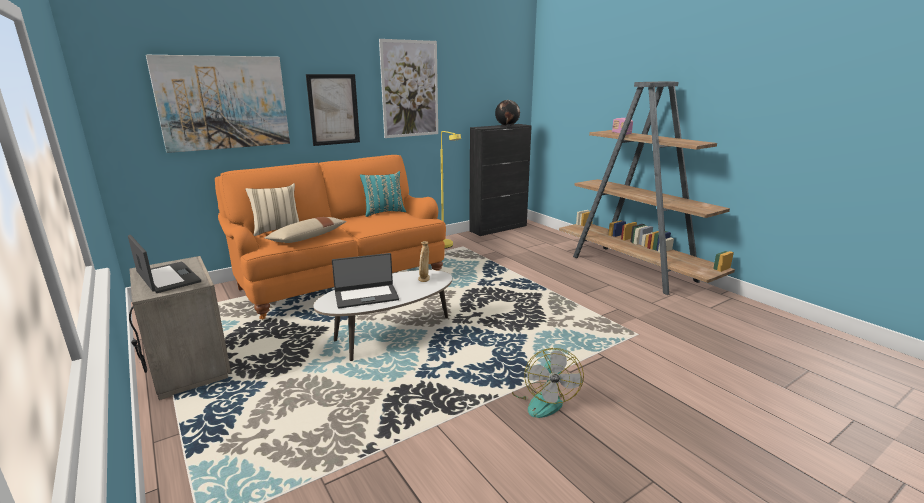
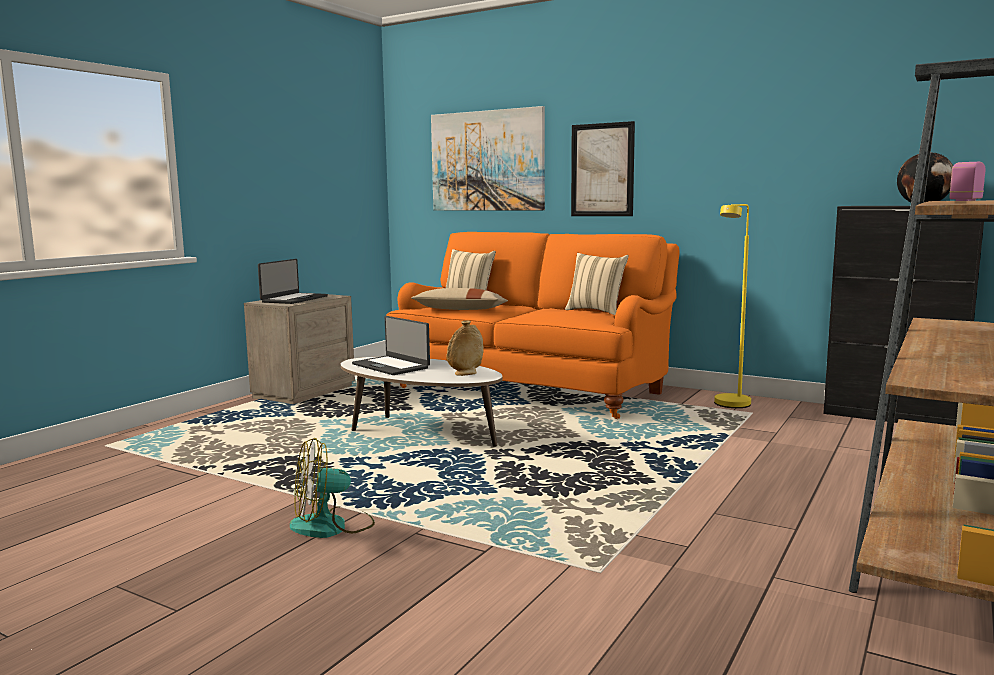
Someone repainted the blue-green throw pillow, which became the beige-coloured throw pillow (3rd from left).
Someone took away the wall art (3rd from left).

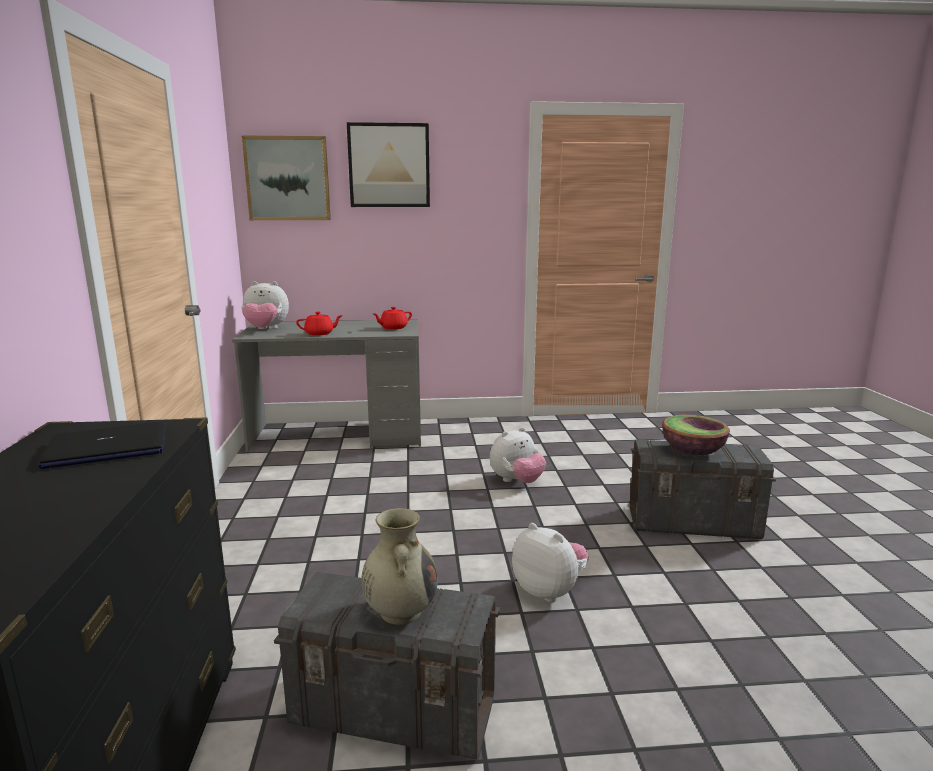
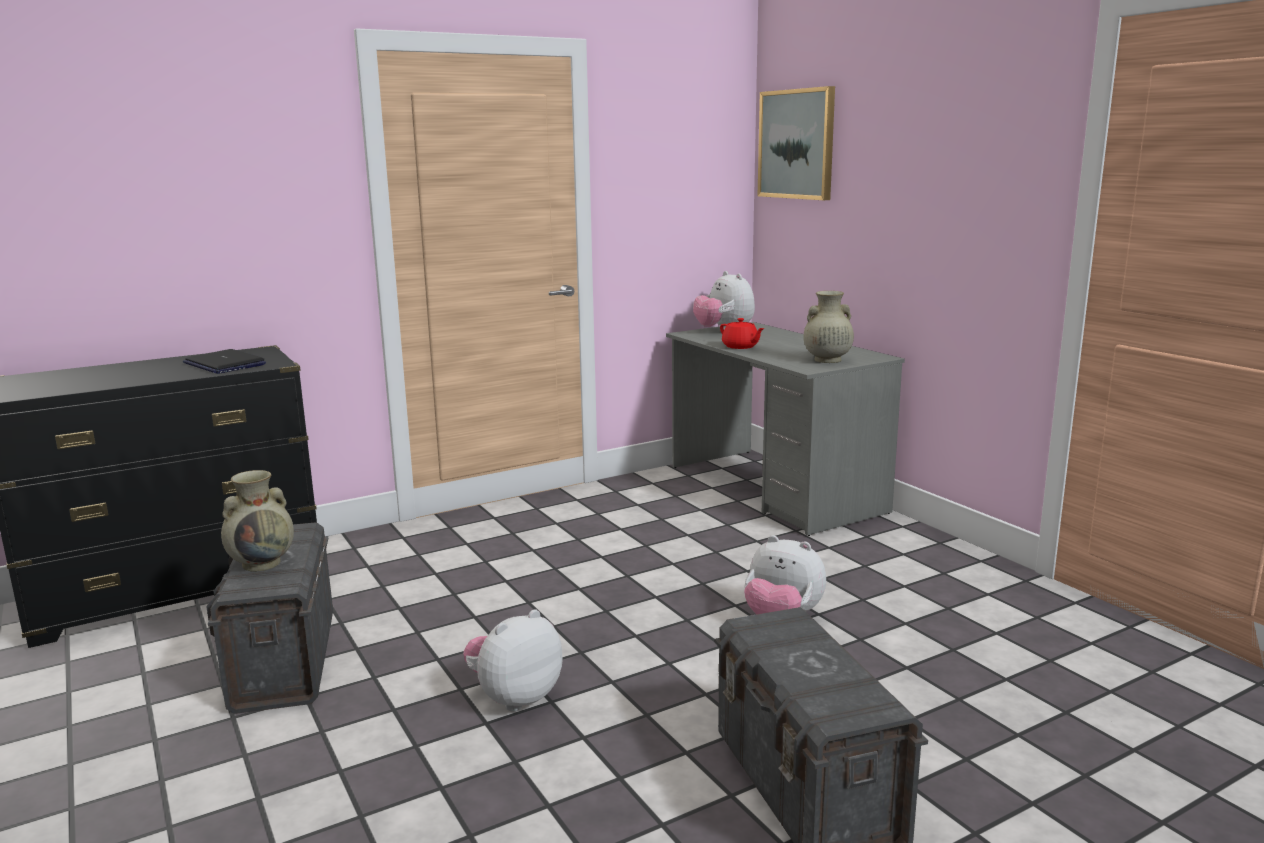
Someone took away the wall art (2nd from left).
Someone swapped the red pot for tea (2nd from left) for the beige-coloured decorative vase (2nd from left).
Someone rotated the soft toy (3rd from left in the first image) by 150 degrees counterclockwise.
Someone took away the serving bowl.

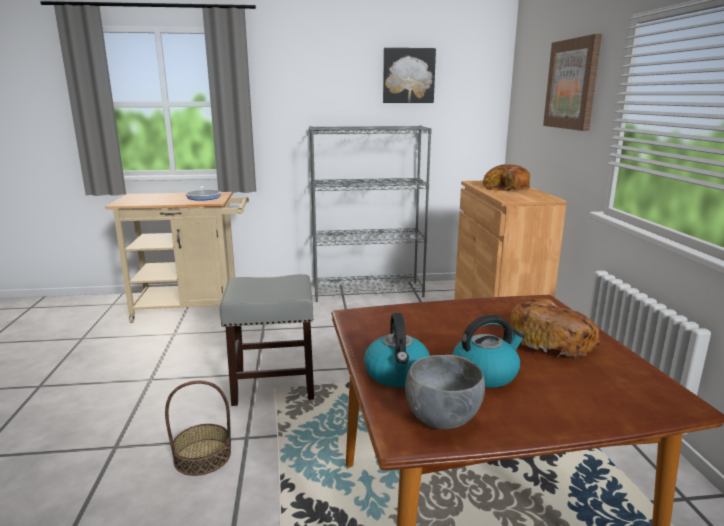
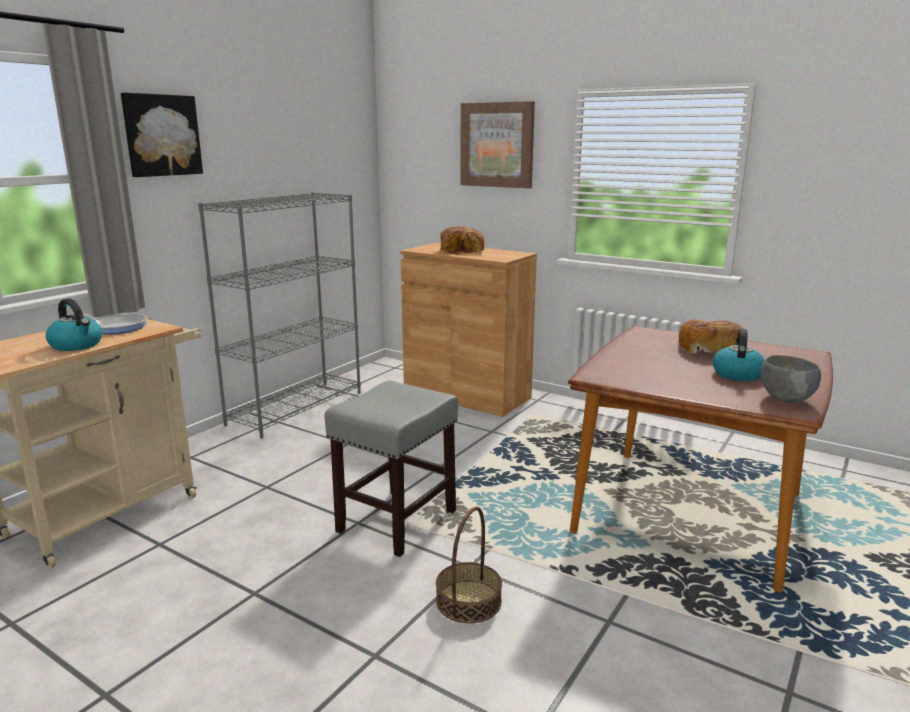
Someone carried the kettle (1st from left).
Someone carried the wall art (1st from left).

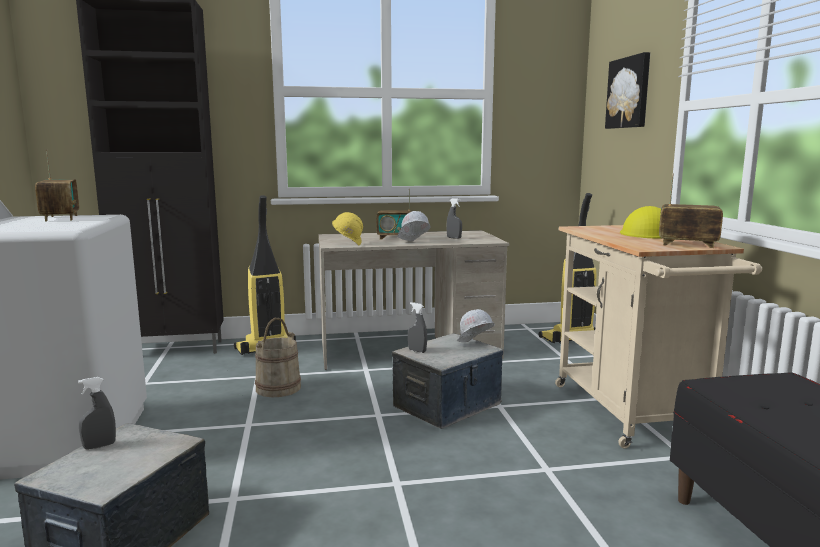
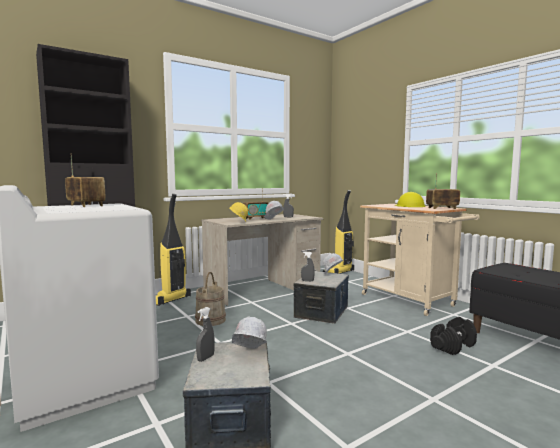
Someone took away the wall art.
Someone put down the whitish work helmet (1st from left).
Someone put down the blackish hand weight.

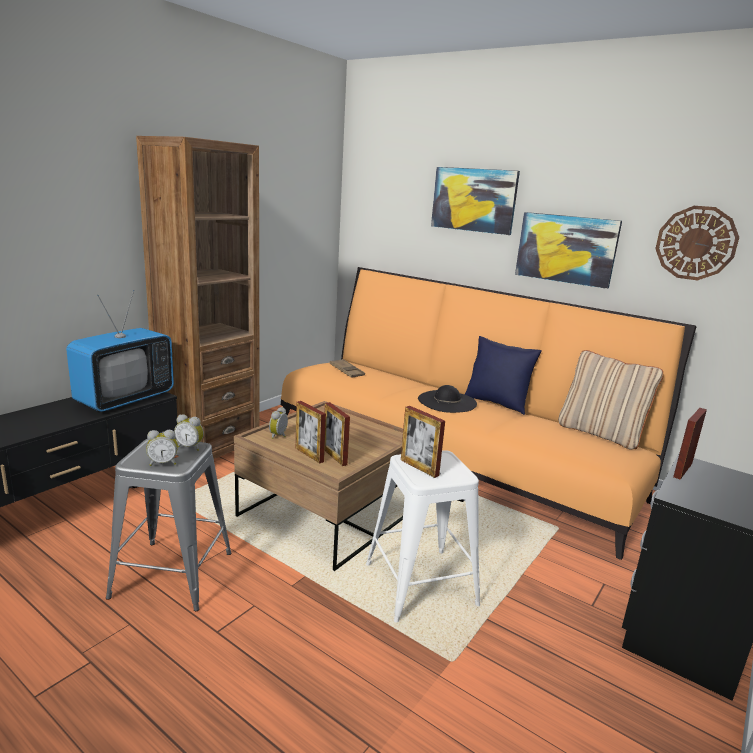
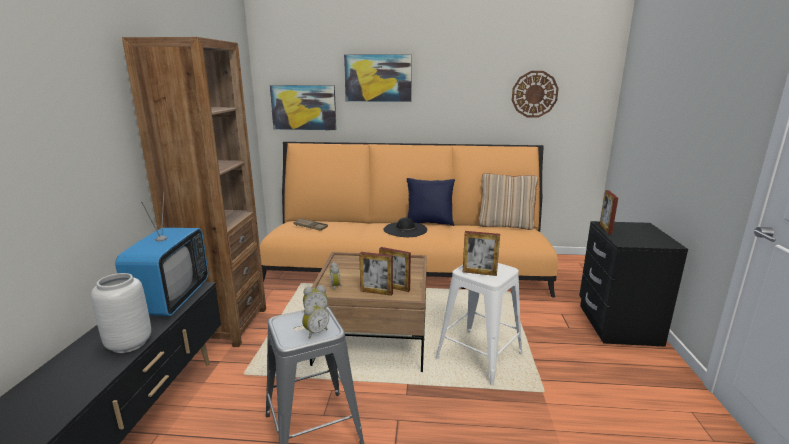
Someone carried the wall art (2nd from left in the first image).
Someone put down the gray decorative vase.

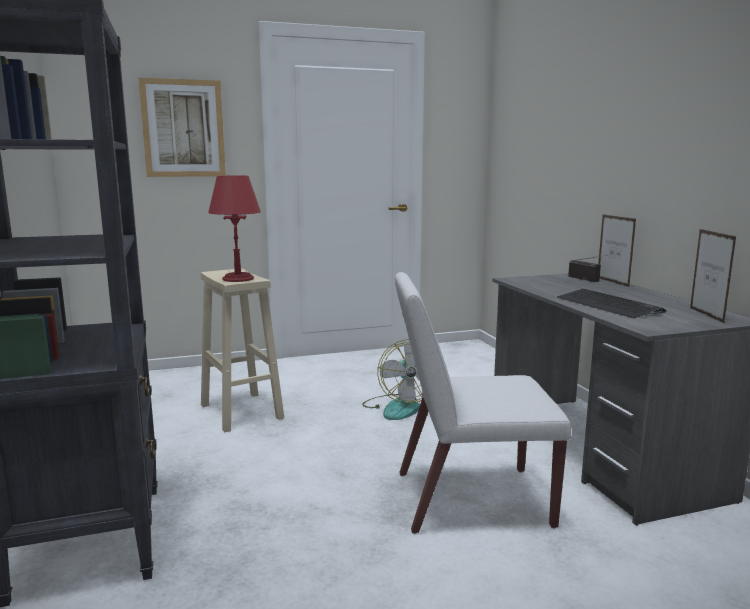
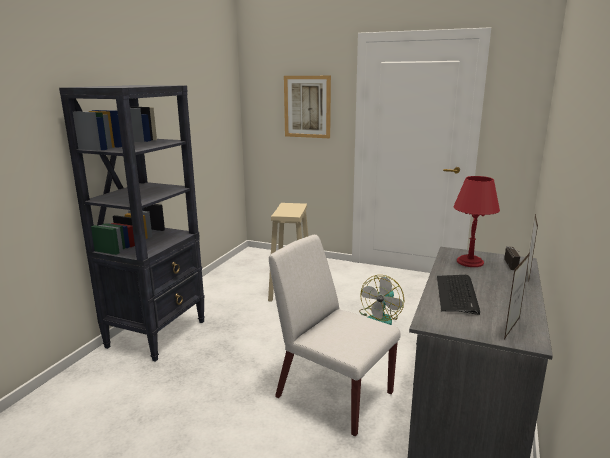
Someone carried the red table lamp.

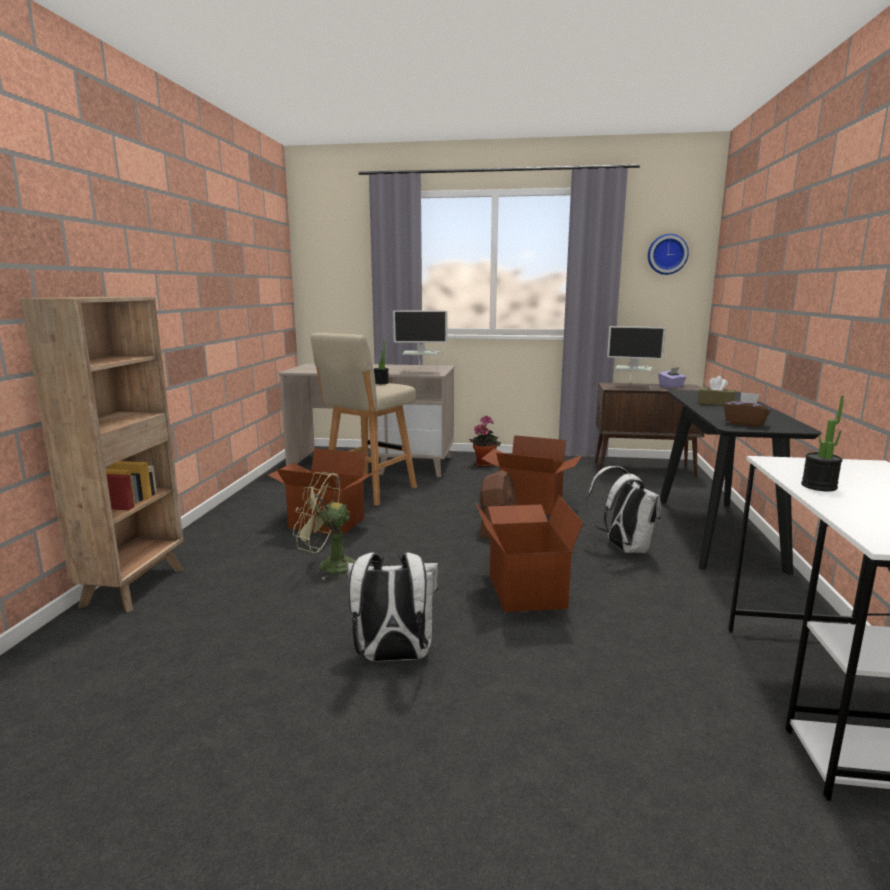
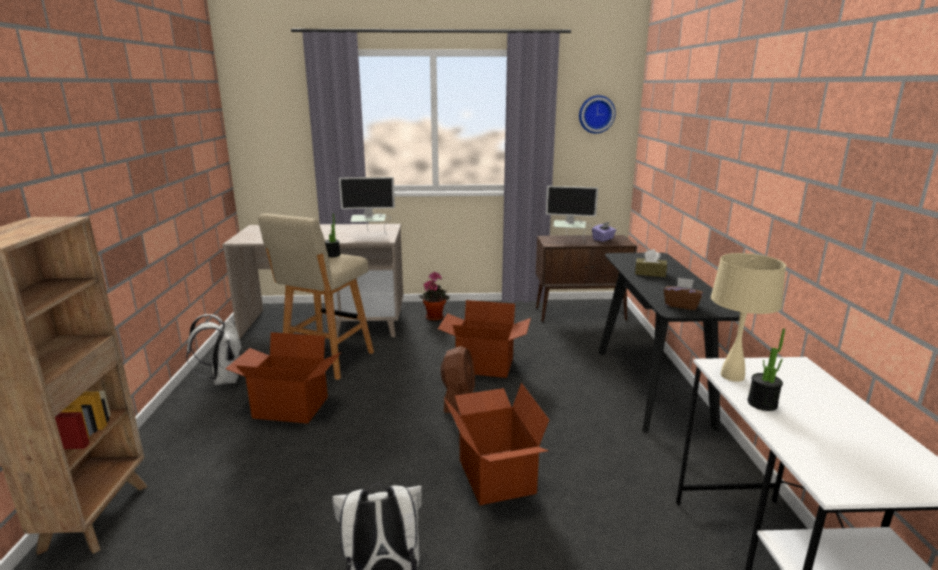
Someone took away the greenish cooling fan.
Someone carried the whitish rucksack (2nd from left in the first image).
Someone put down the beige-coloured table lamp.

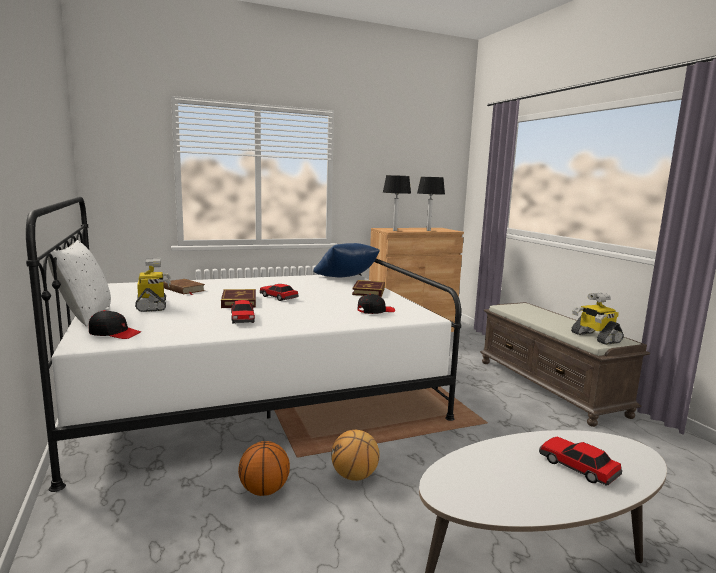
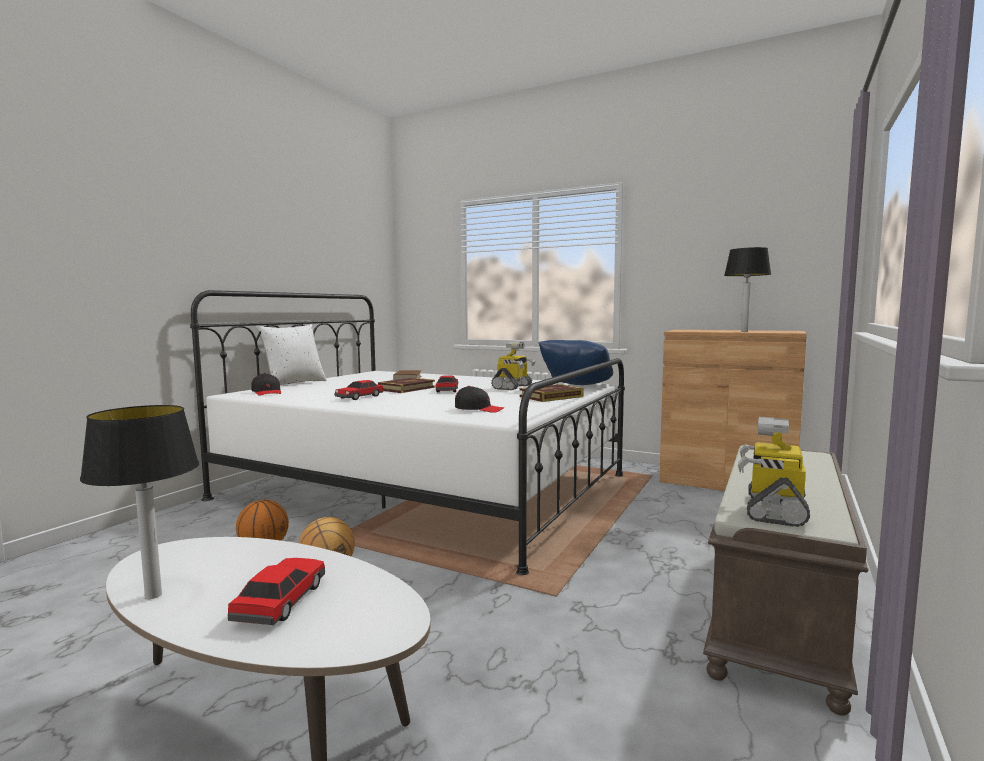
Someone carried the robot figure (1st from left).
Someone carried the table lamp (1st from left).

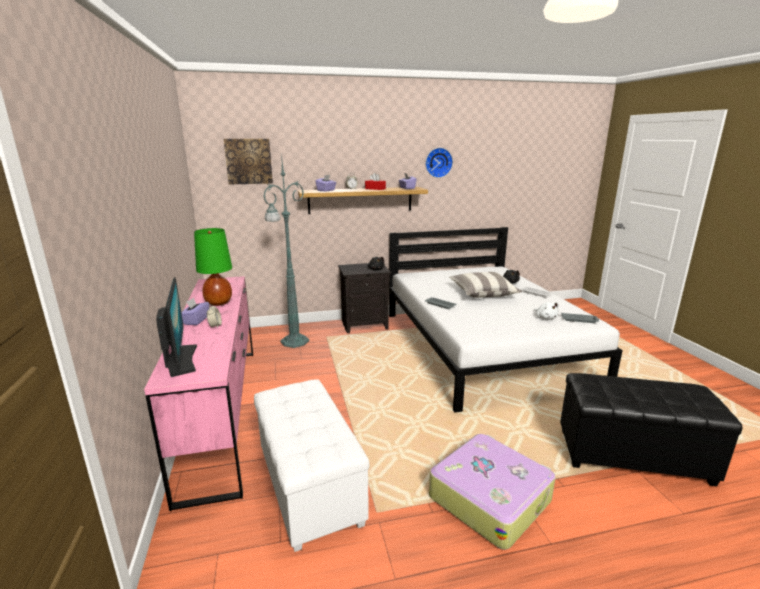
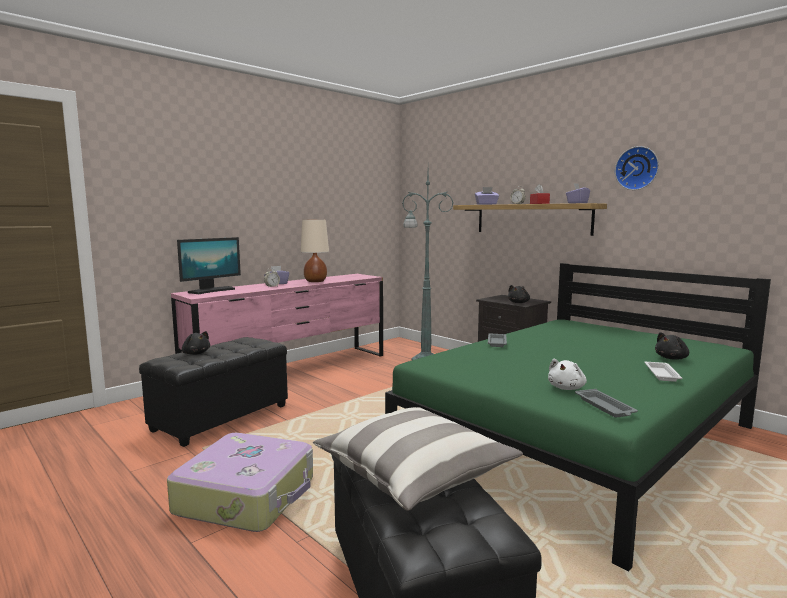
Someone repainted the greenish table lamp, which became the beige-coloured table lamp.
Someone took away the wall art.
Someone repainted the whitish pouffe, which became the blackish pouffe (1st from left).
Someone repainted the whitish sleeping bed, which became the greenish sleeping bed.
Someone carried the throw pillow.
Someone put down the blackish soft toy (1st from left).

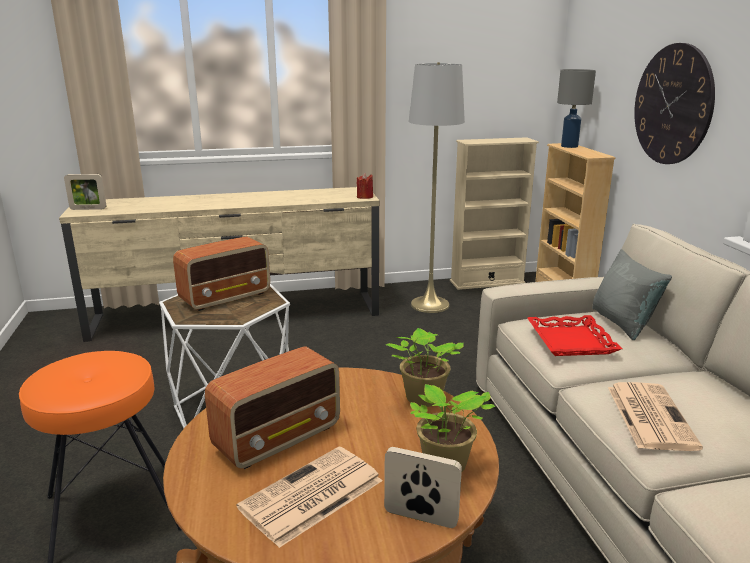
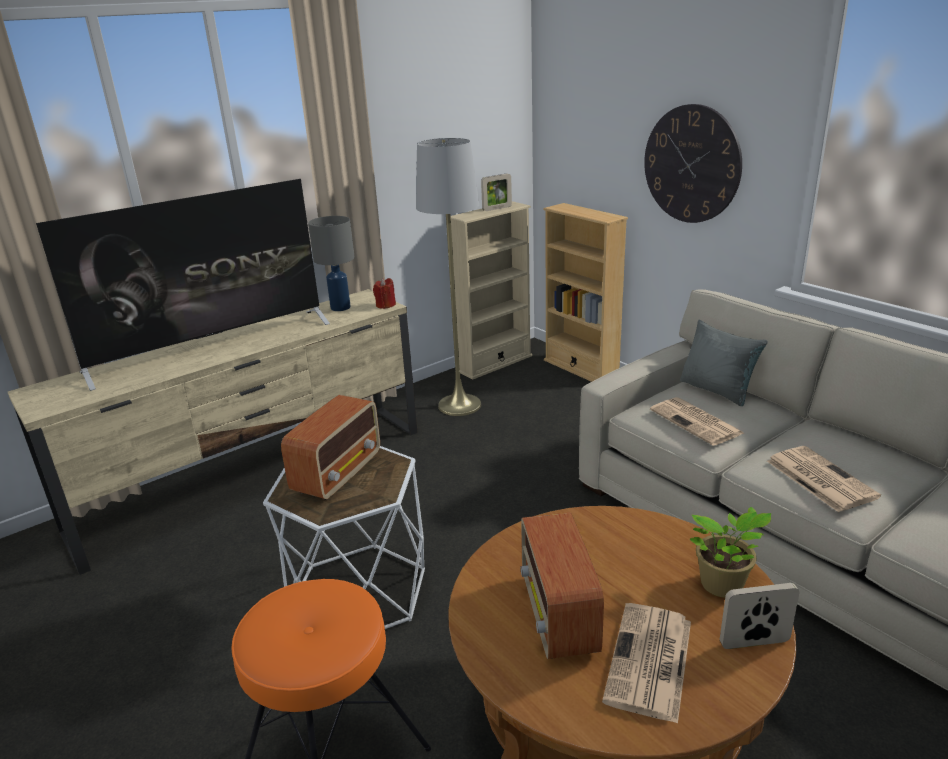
Someone carried the standing frame (1st from left).
Someone rotated the radio (2nd from left) by 150 degrees clockwise.
Someone took away the houseplant (1st from left).
Someone swapped the red tray for the printed paper (2nd from left).
Someone carried the gray table lamp.
Someone put down the television.

